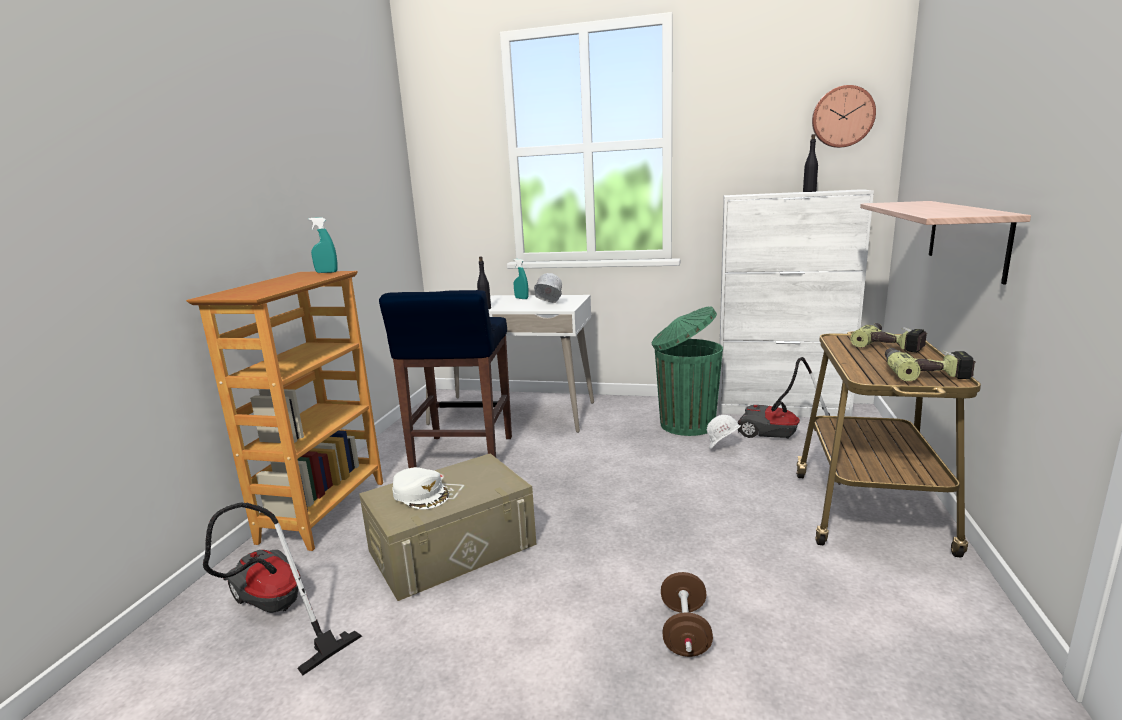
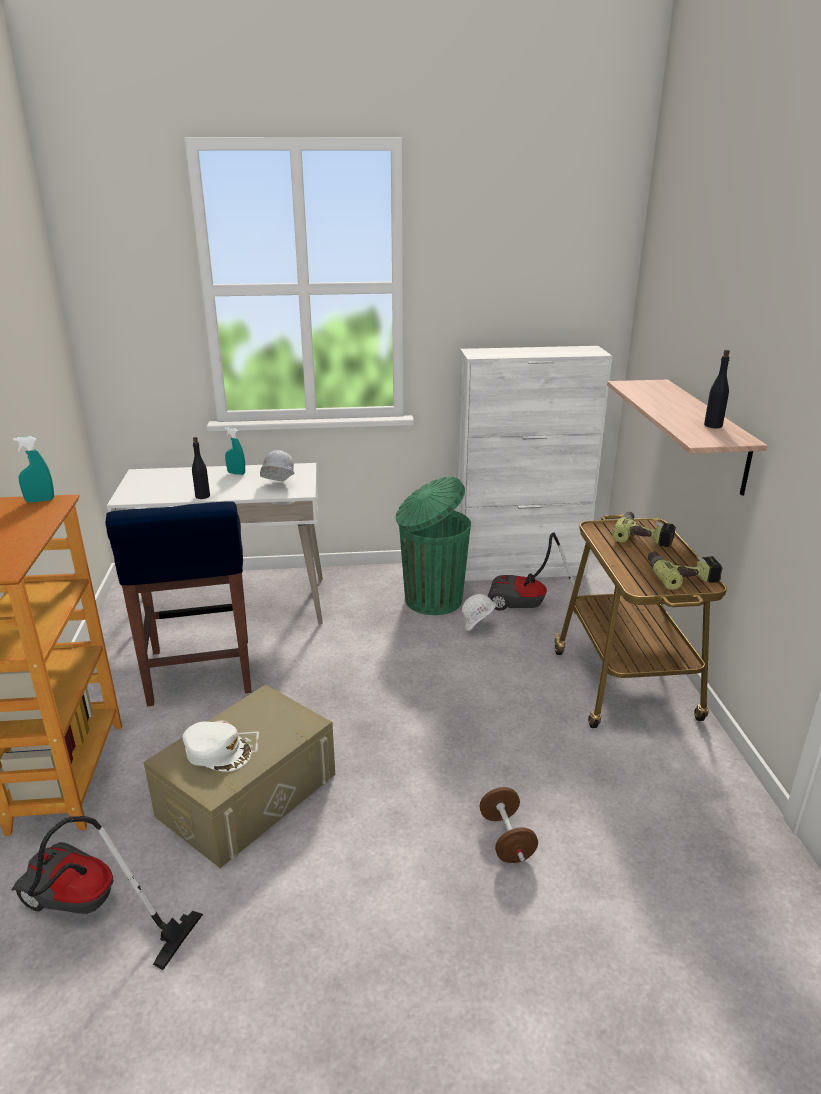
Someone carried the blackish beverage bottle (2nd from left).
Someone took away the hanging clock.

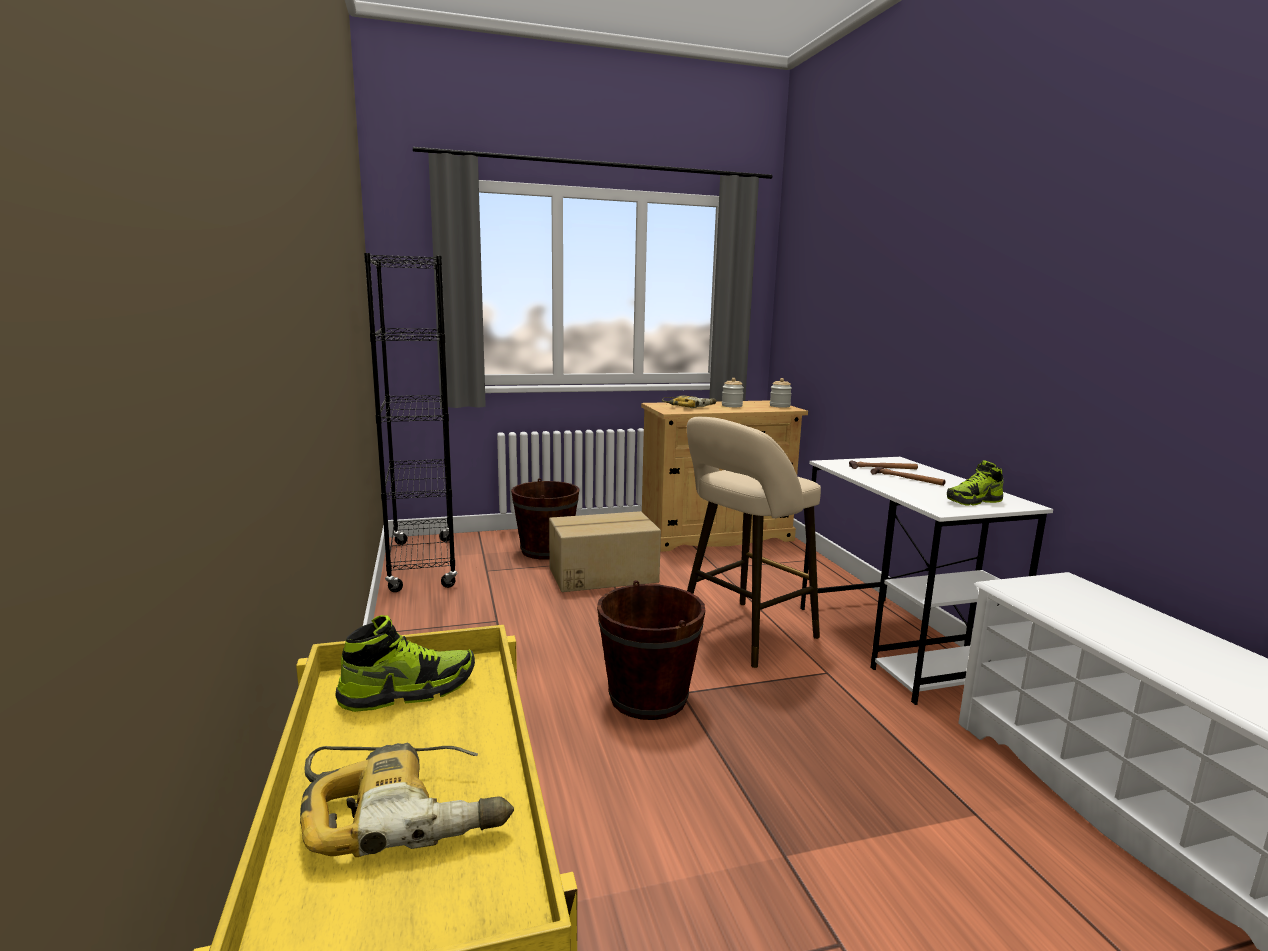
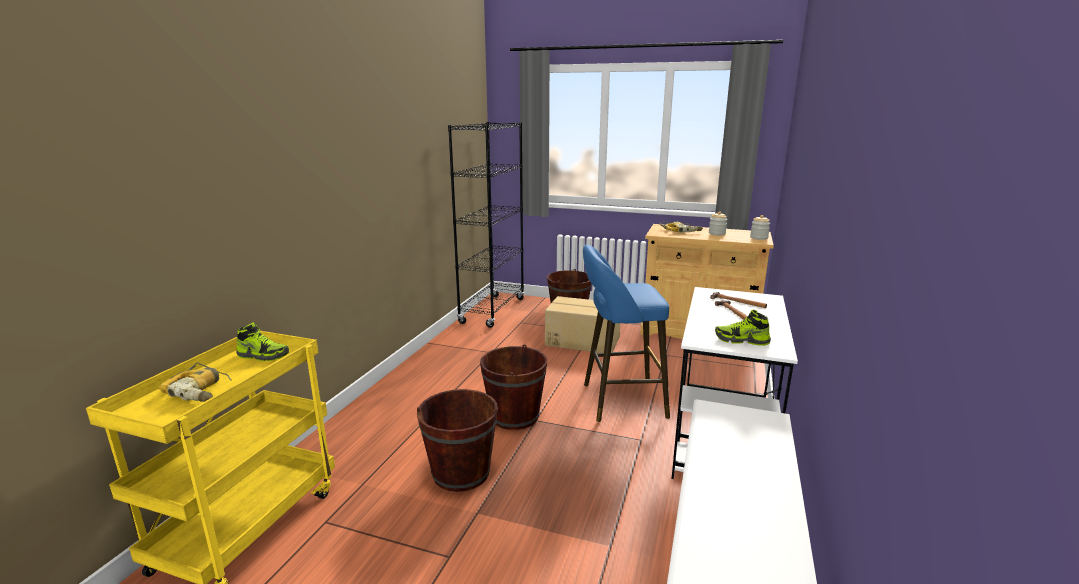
Someone repainted the beige-coloured sitting stool, which became the blue sitting stool.
Someone put down the brown water bucket (1st from left).

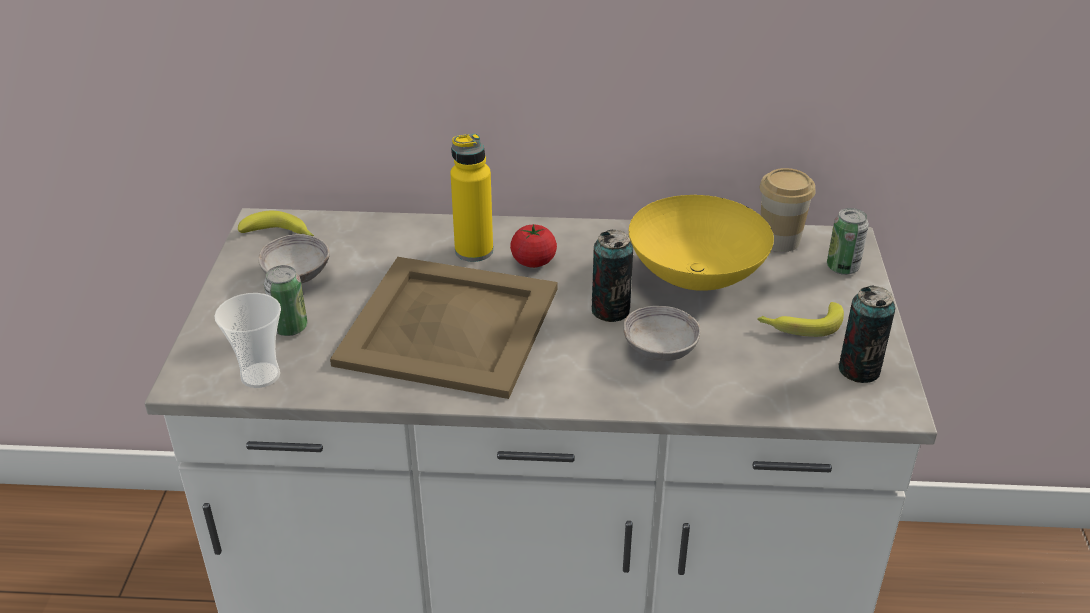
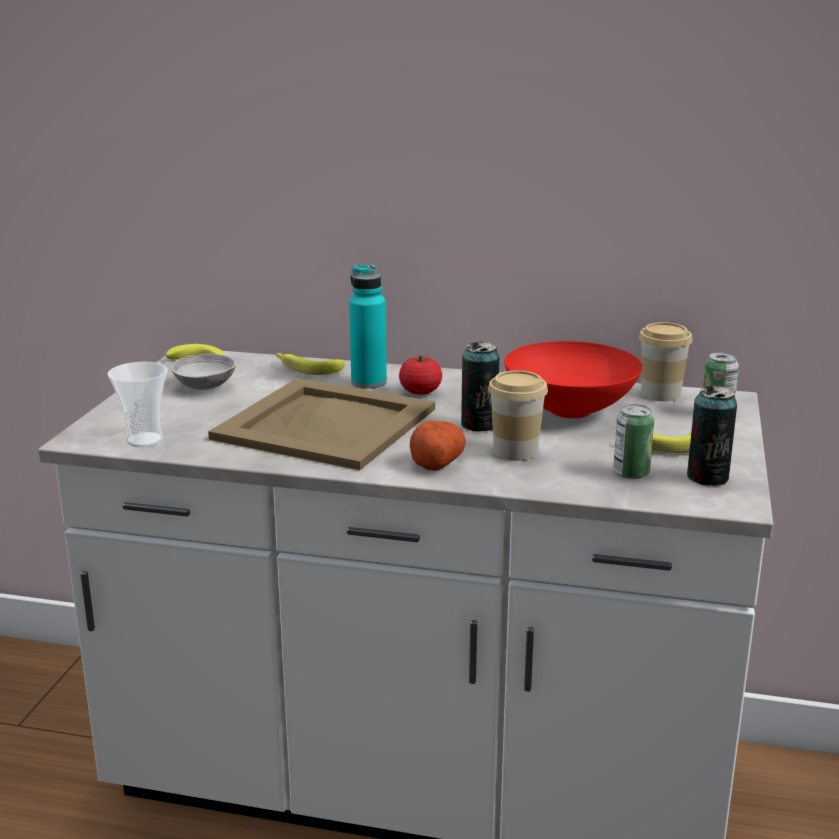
Someone carried the metal can (1st from left in the first image).
Someone repainted the yellowish beverage bottle, which became the blue-green beverage bottle.
Someone swapped the gray serving bowl (2nd from left) for the cup (2nd from left).
Someone repainted the yellowish serving bowl, which became the red serving bowl.
Someone put down the banana fruit (2nd from left).
Someone put down the whole potato.

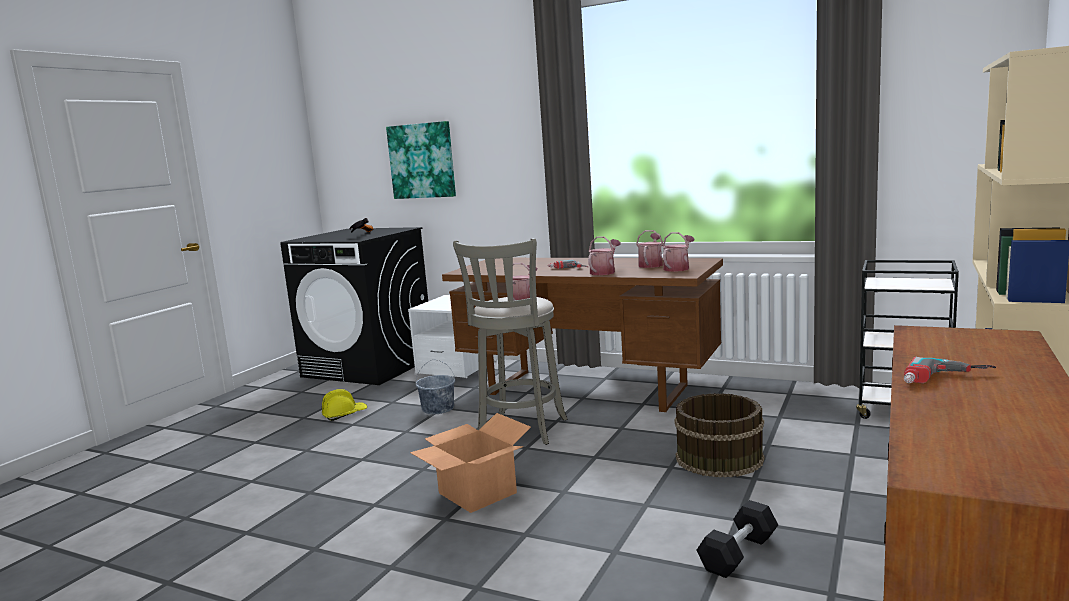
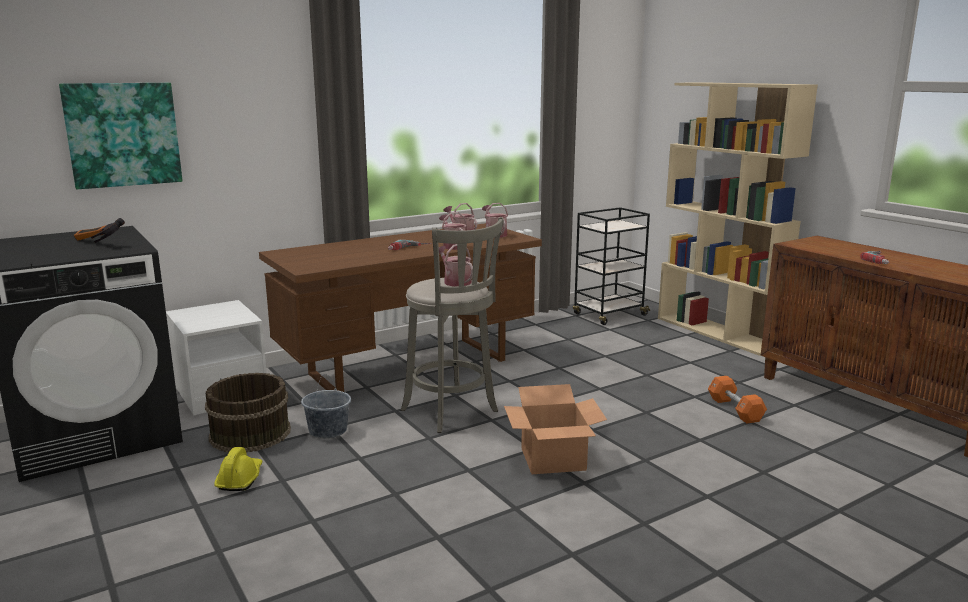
Someone carried the brown water bucket.
Someone repainted the blackish hand weight, which became the orange hand weight.

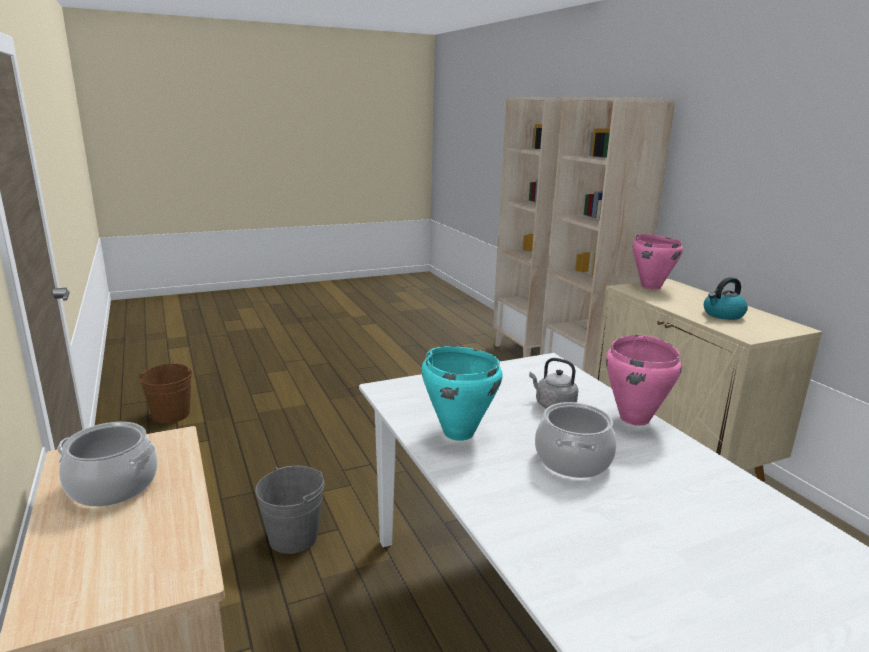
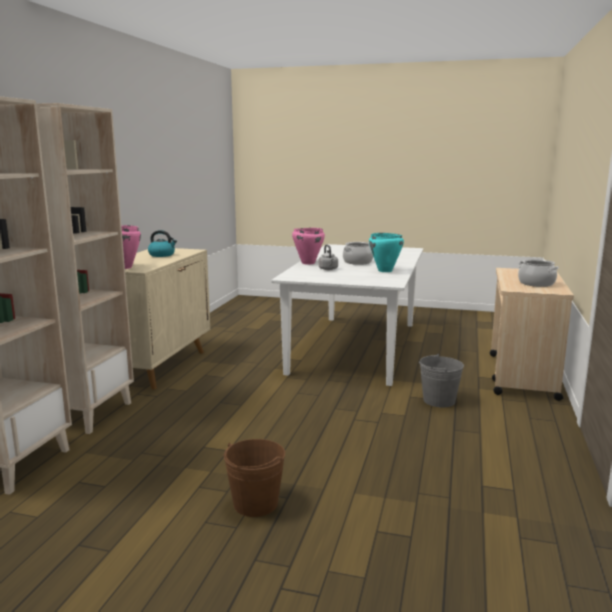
Someone carried the brown water bucket.

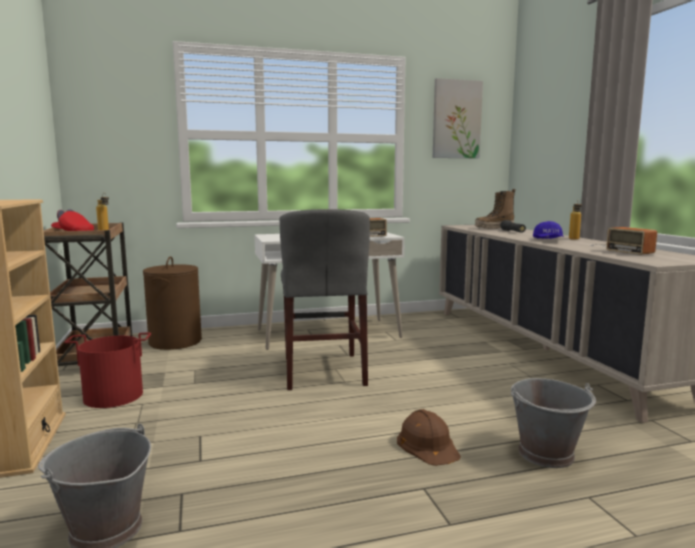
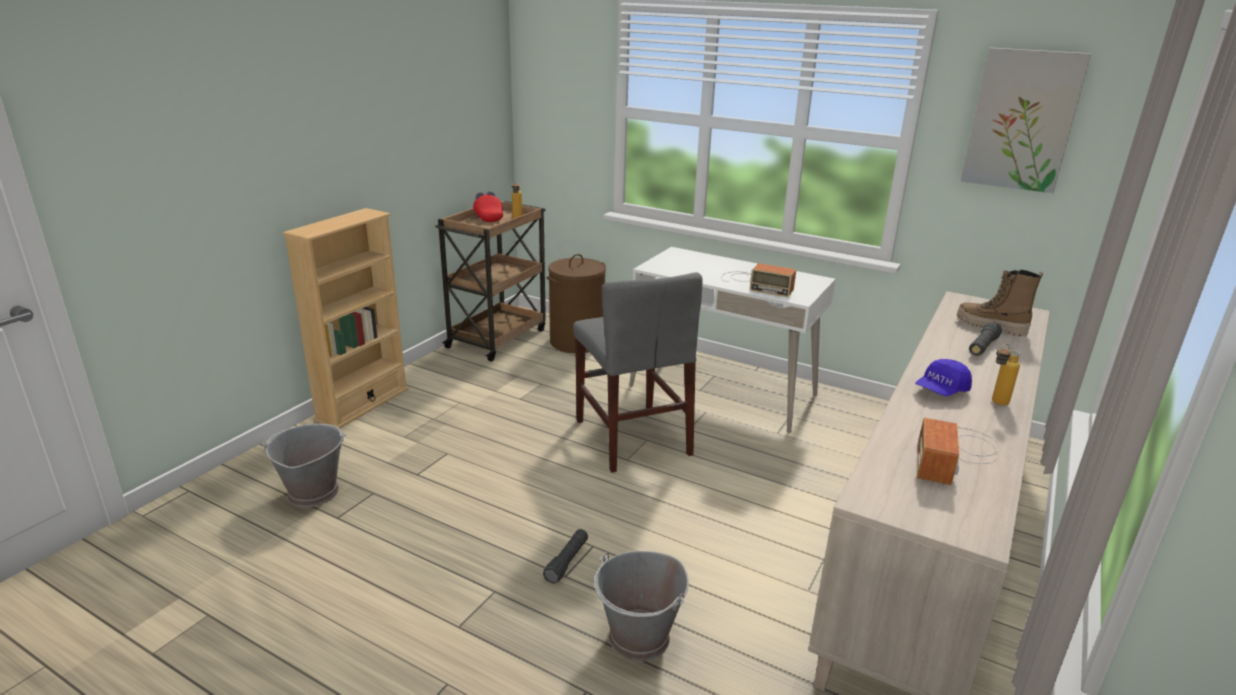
Someone took away the red water bucket.
Someone rotated the gray plain chair by 60 degrees counterclockwise.
Someone swapped the brown work helmet for the blackish flashlight (1st from left).

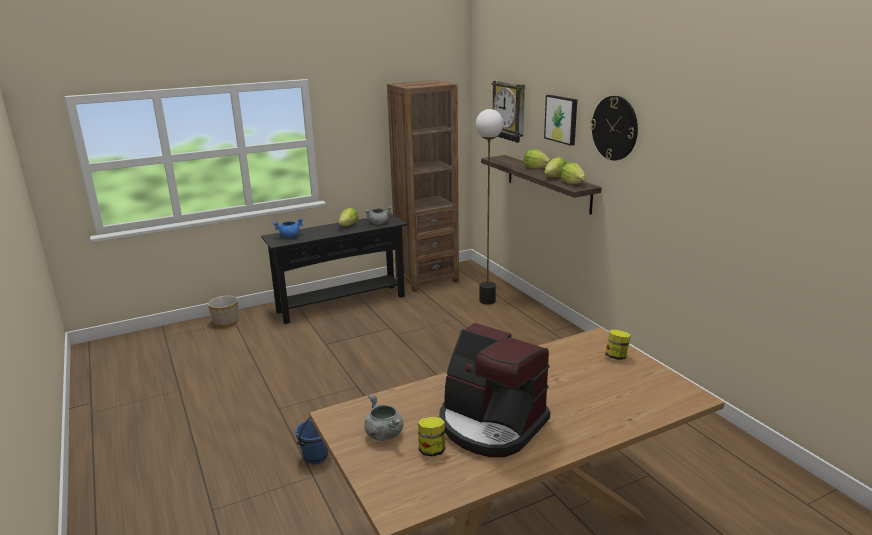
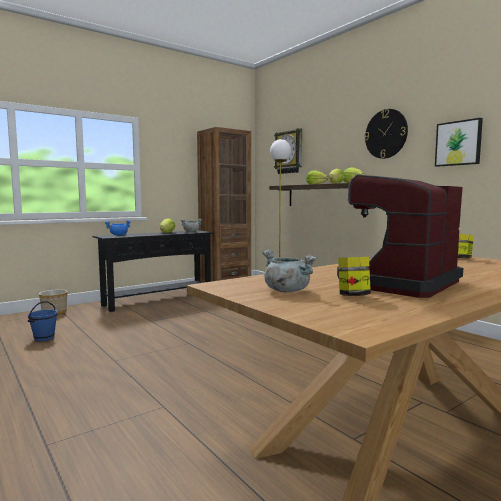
Someone carried the blue water bucket.
Someone rotated the coffee brewer by 105 degrees clockwise.
Someone carried the wall art.

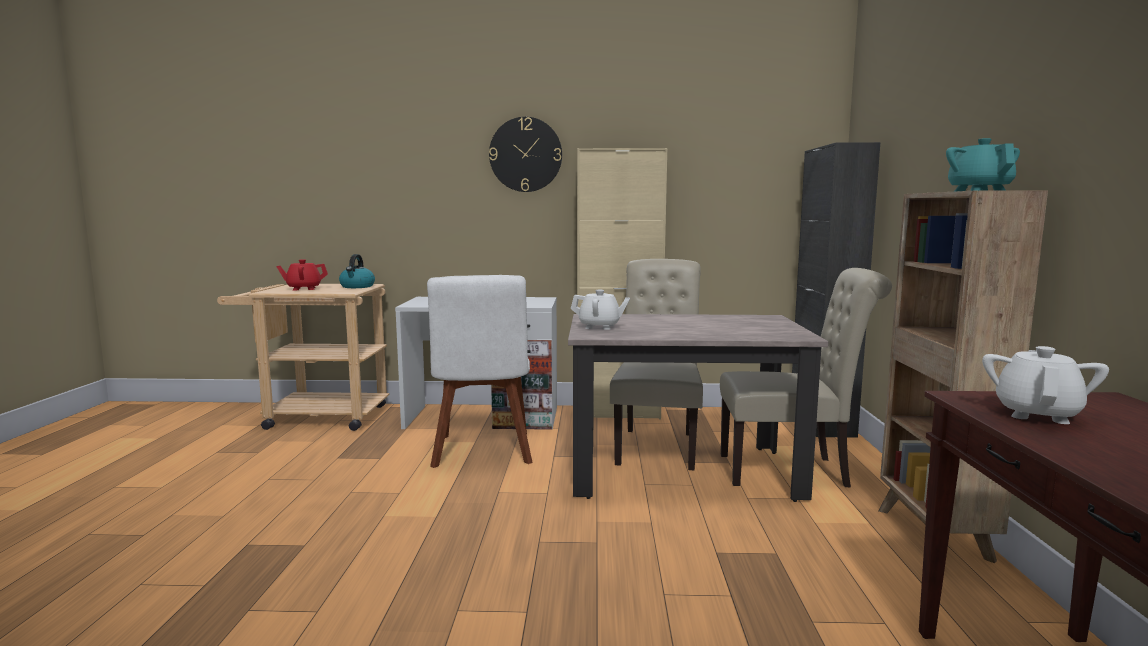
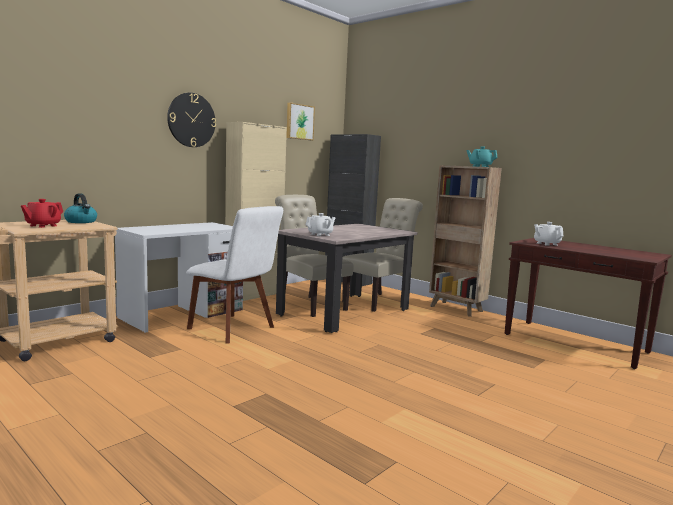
Someone put up the wall art.

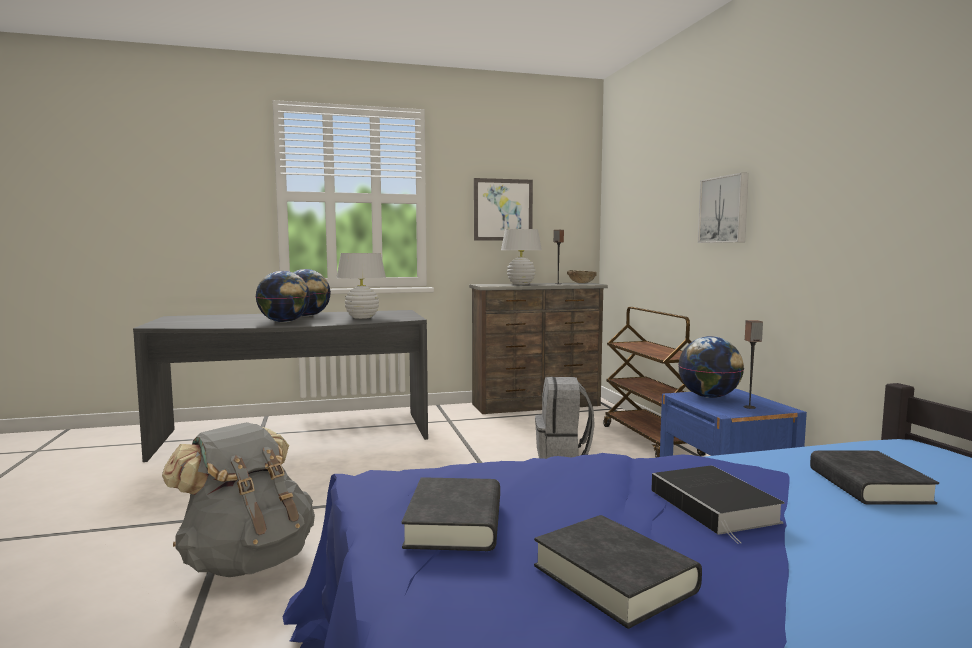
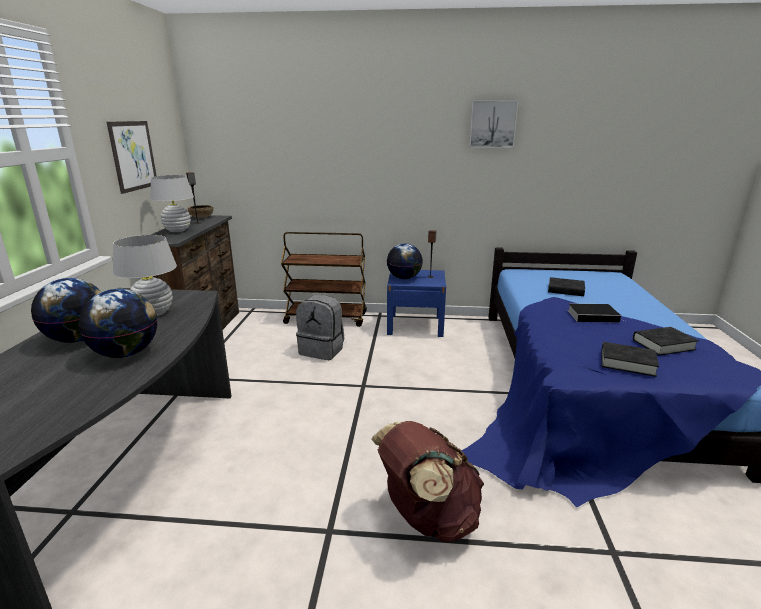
Someone repainted the gray rucksack (1st from left), which became the brown rucksack.
Someone carried the wall art (2nd from left).

